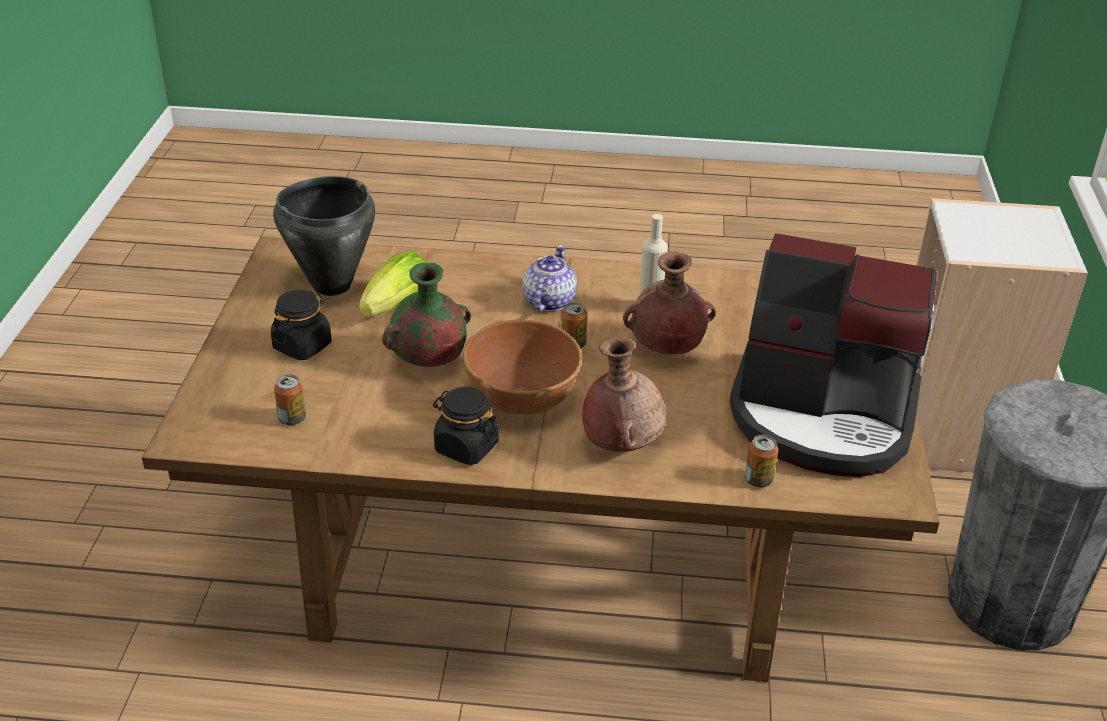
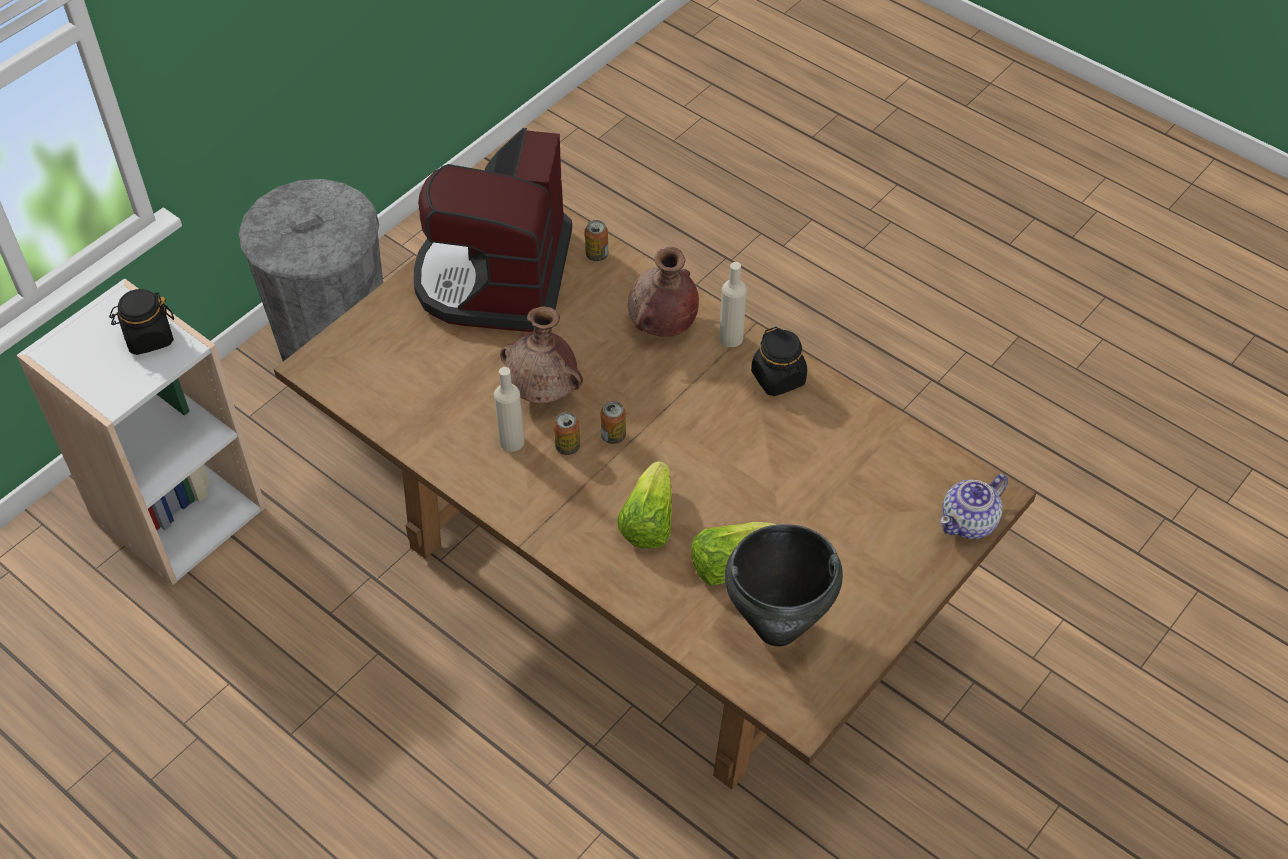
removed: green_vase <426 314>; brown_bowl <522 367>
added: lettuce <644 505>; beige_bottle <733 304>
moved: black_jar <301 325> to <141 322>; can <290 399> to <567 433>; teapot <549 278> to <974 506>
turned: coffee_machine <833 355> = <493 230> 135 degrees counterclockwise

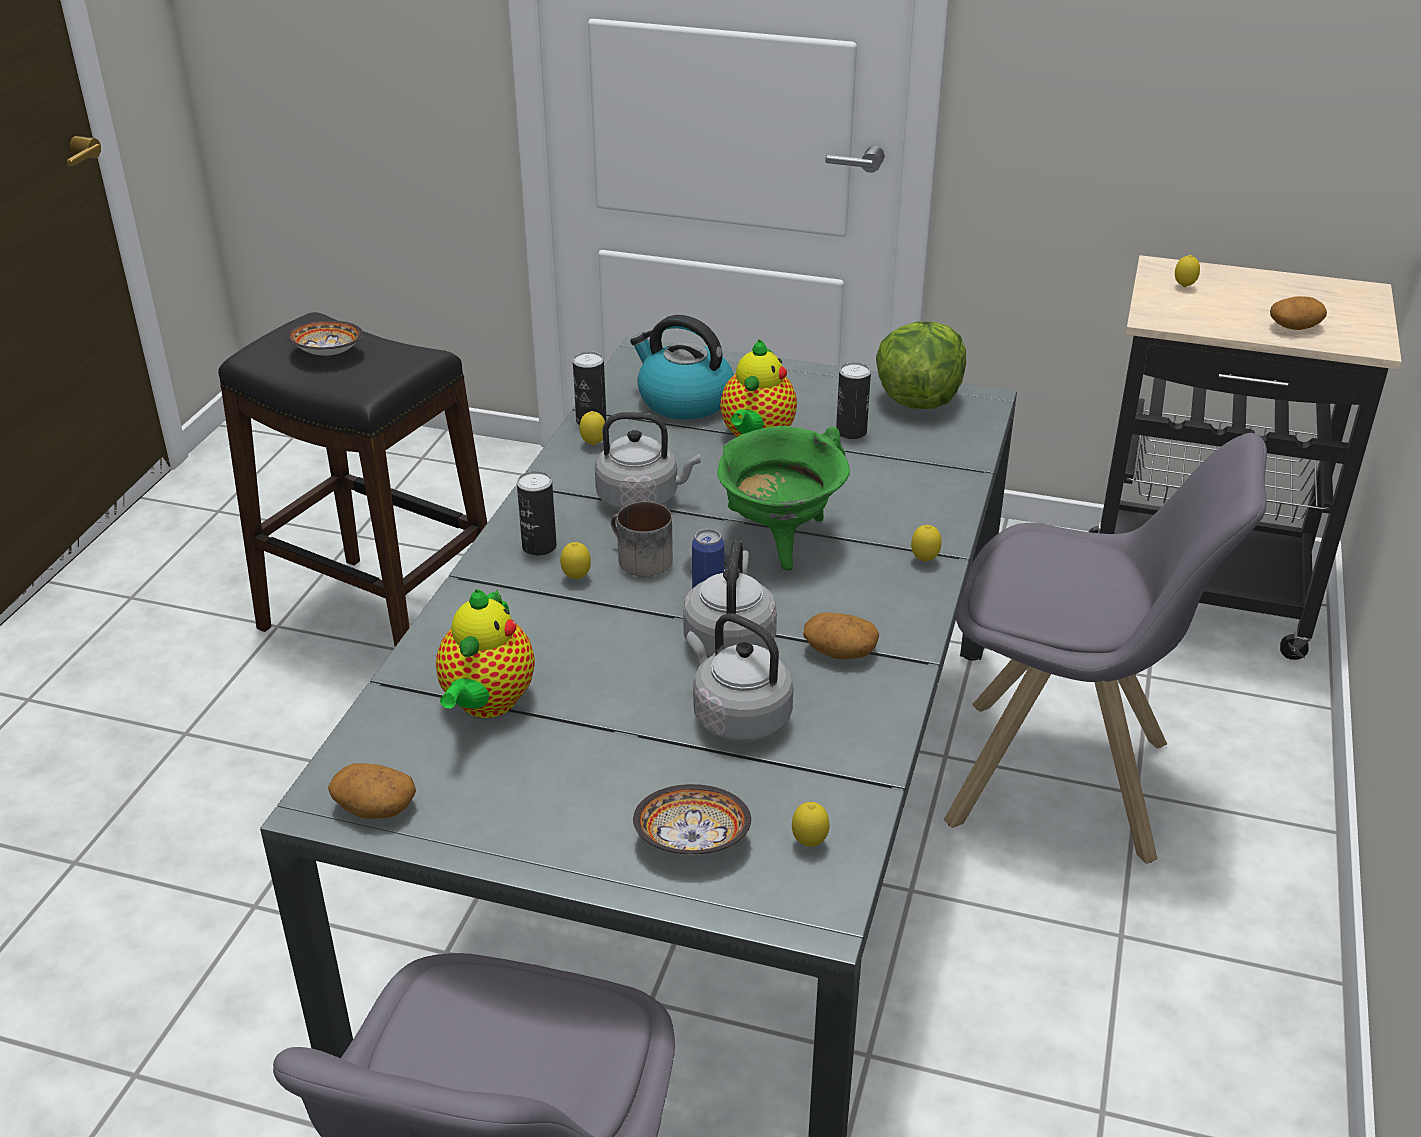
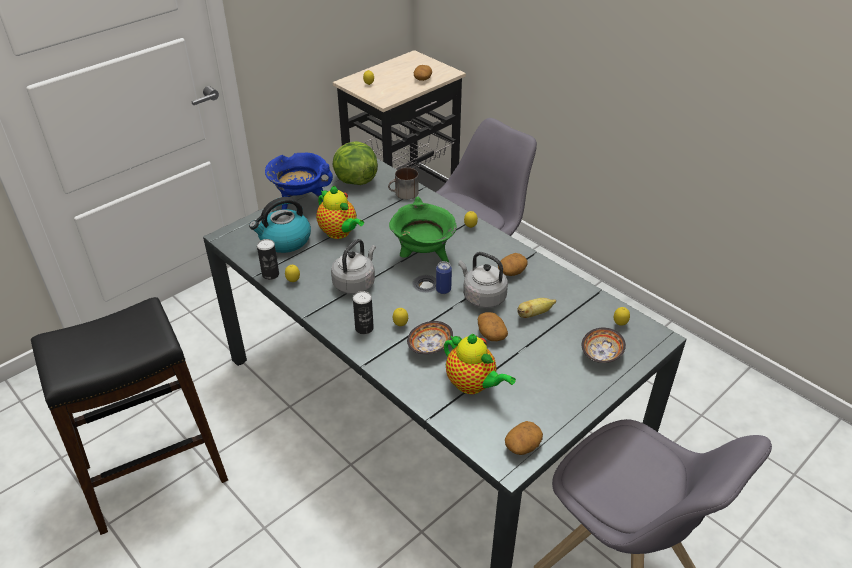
removed: can <853 400>
added: blue_cooking_pot <299 181>; potato <493 326>
moved: bowl <324 337> to <430 337>; mug <642 539> to <403 183>
replaced: grey_kettle <740 677> to banana <536 308>

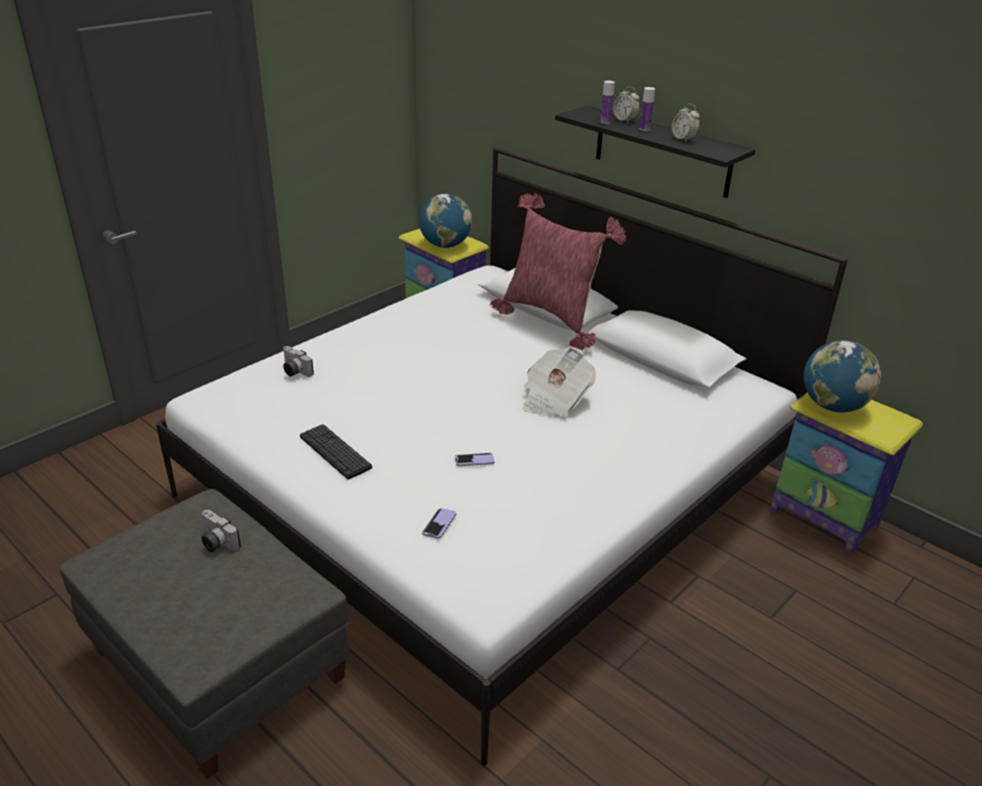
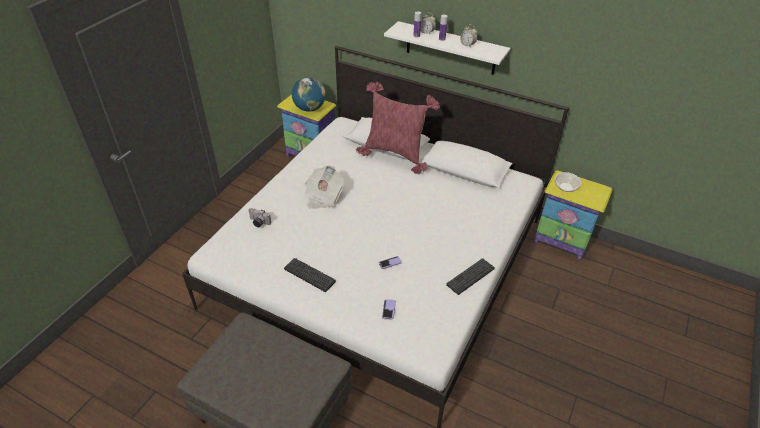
removed: photo_camera <221 531>
added: keyboard <470 276>
moved: newspaper <559 381> to <325 187>
replaced: globe <842 376> to bowl <568 182>
recoloured: black_shelf <655 152> to white_shelf <447 48>

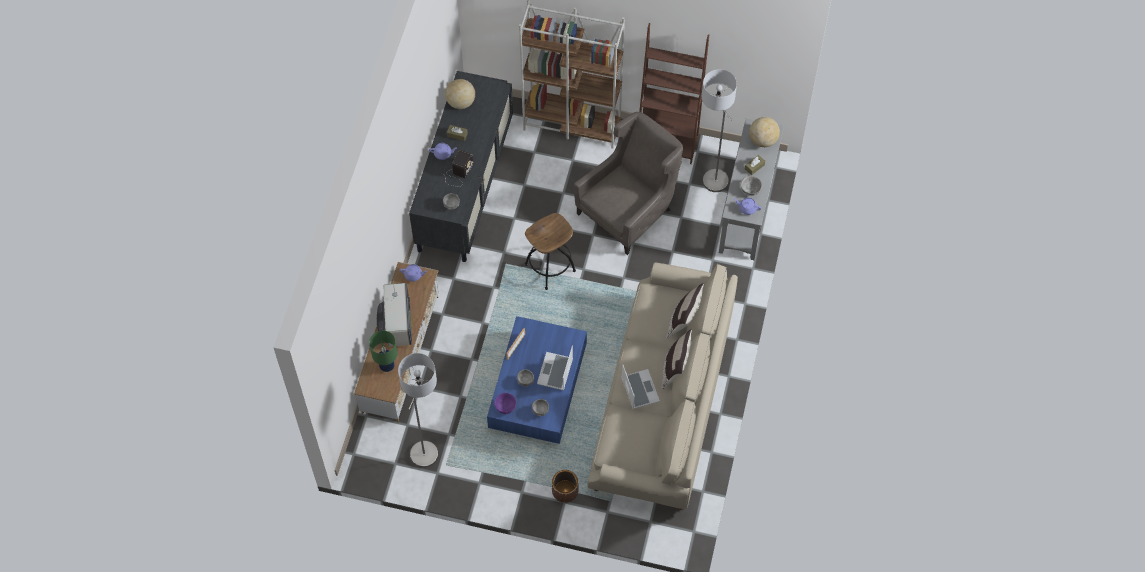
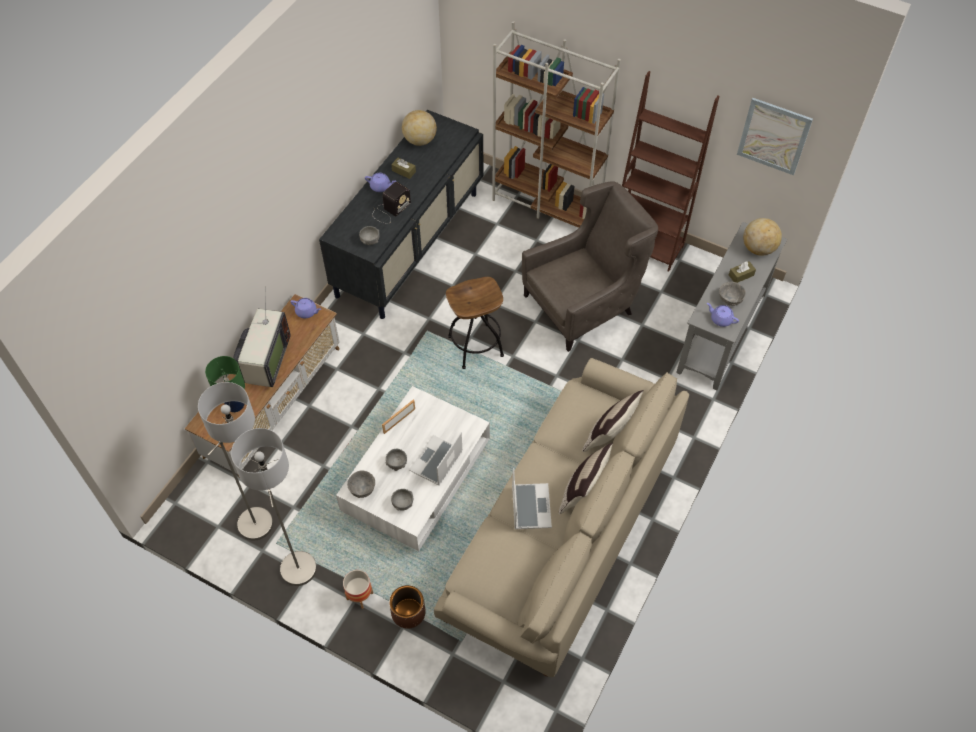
added: planter <358 589>; picture <775 136>
moved: grey_floor_lamp <719 130> to <274 507>
recoloured: blue_coffee_table <537 380> to white_coffee_table <413 468>; purple_bowl <505 403> to grey_bowl <361 484>

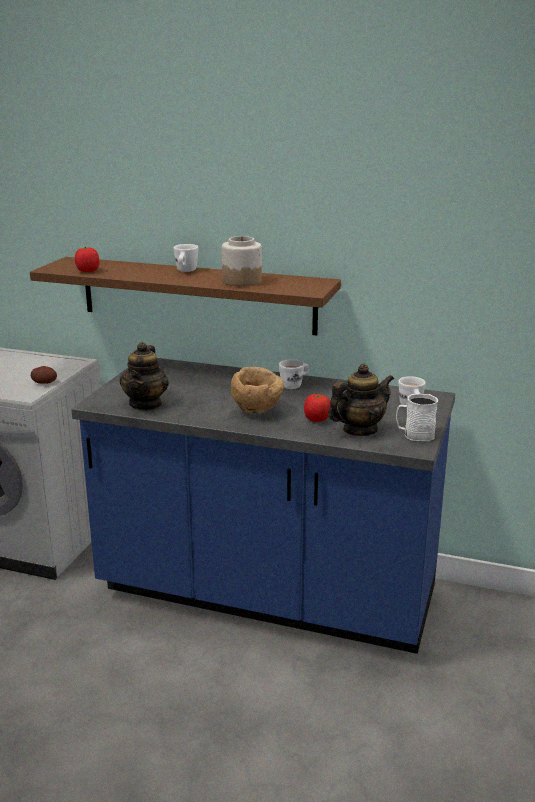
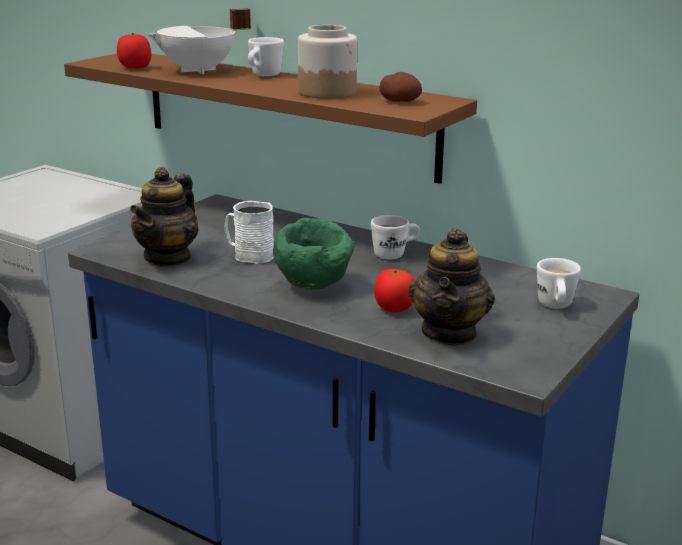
added: white_cooking_pot <199 41>
moved: potato <44 375> to <400 87>; white_mug <417 417> to <249 232>
recoloured: brown_bowl <257 390> to green_bowl <314 254>
turned: teapot <361 400> = <452 286> 120 degrees clockwise

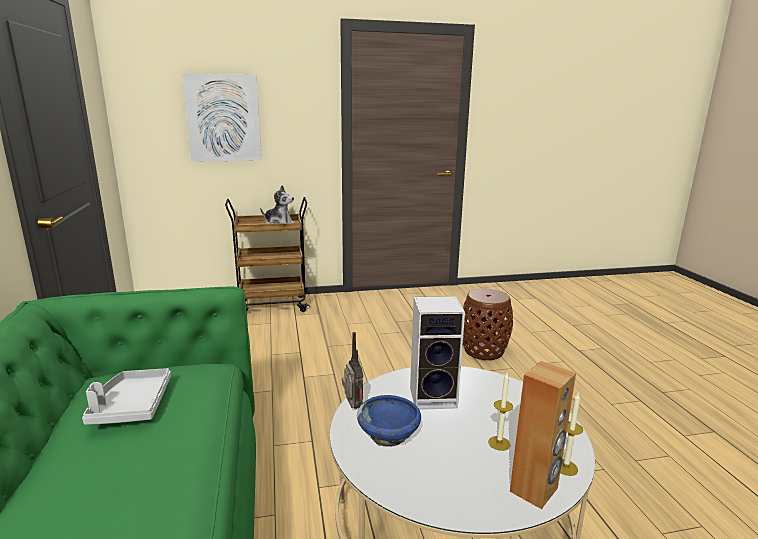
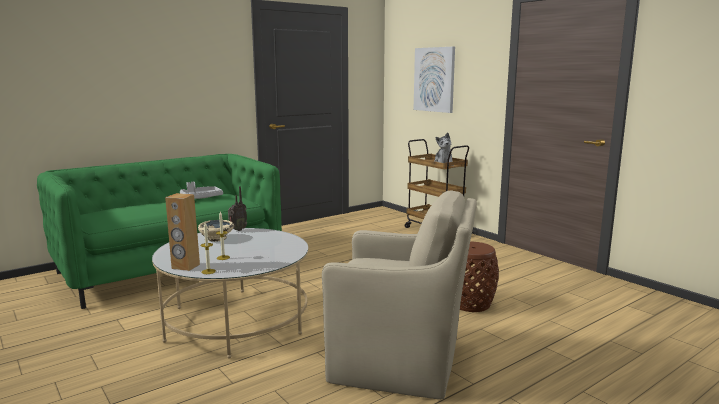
removed: speaker <437 353>
added: beige_armchair <399 295>
recoloured: blue_bowl <389 421> to beige_bowl <216 231>

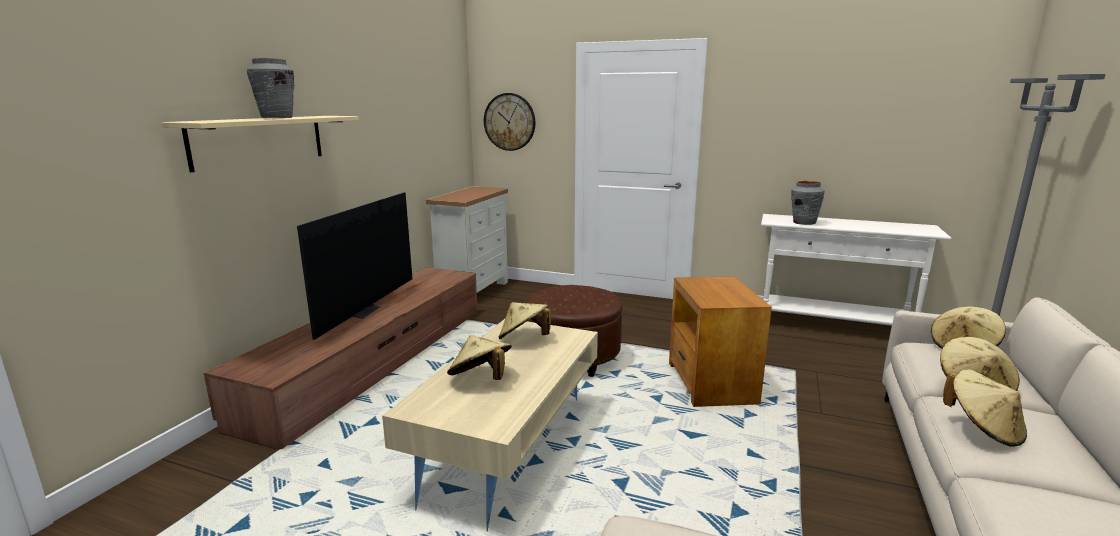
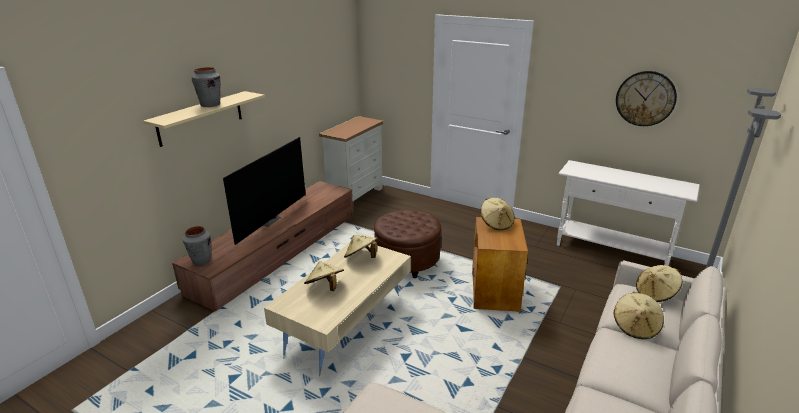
moved: wall_clock <509 122> to <646 98>; grey_vase <808 203> to <196 245>; beige_hat <985 408> to <497 214>

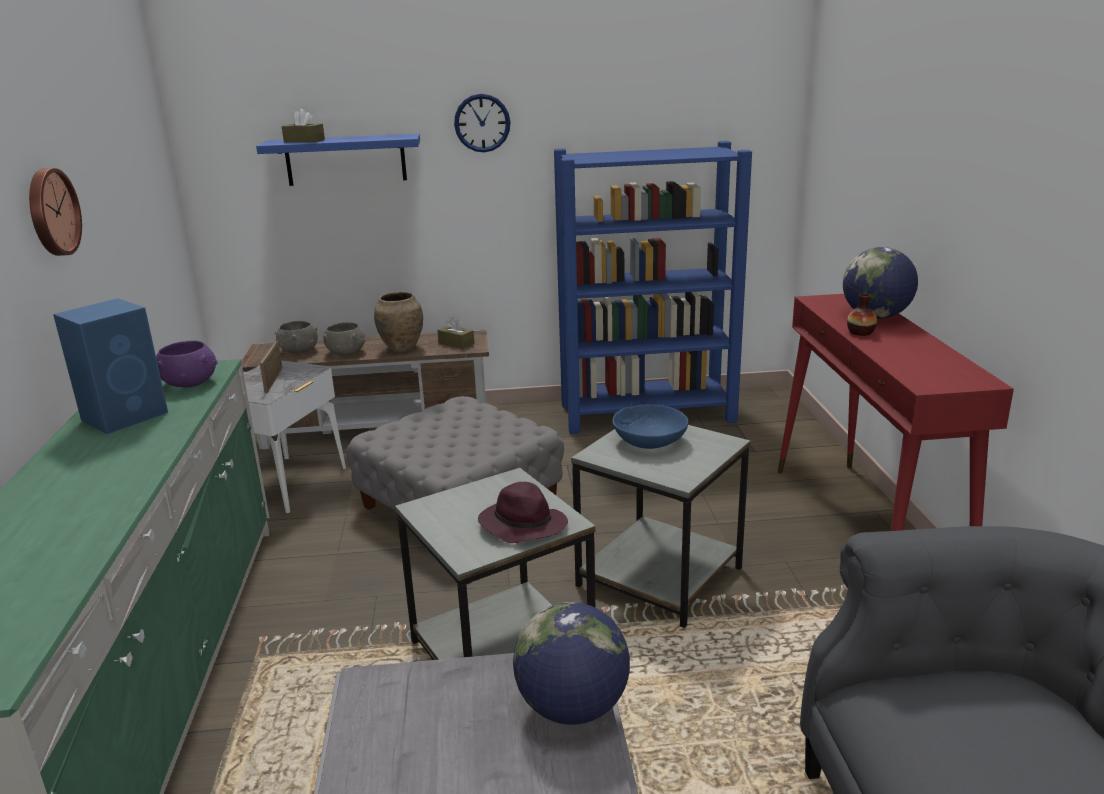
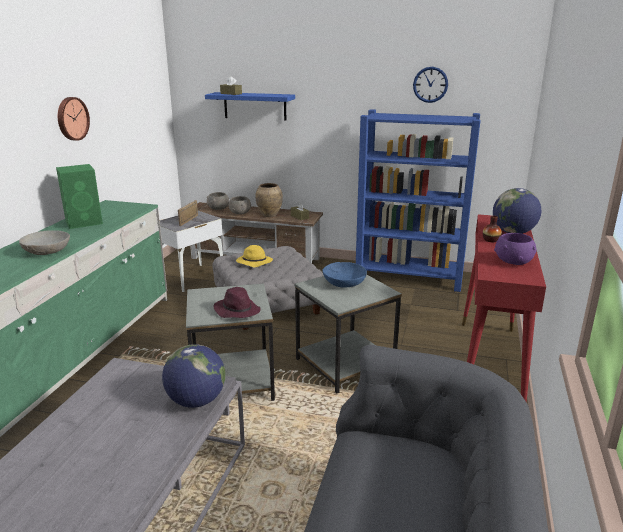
added: grey_bowl <44 242>; yellow_hat <254 256>
moved: purple_bowl <186 363> to <515 249>; wall_clock <482 123> to <430 85>
recoloured: blue_speaker <110 366> to green_speaker <79 196>

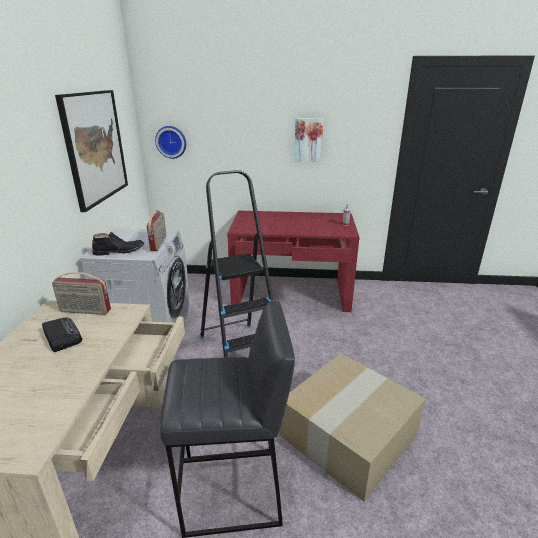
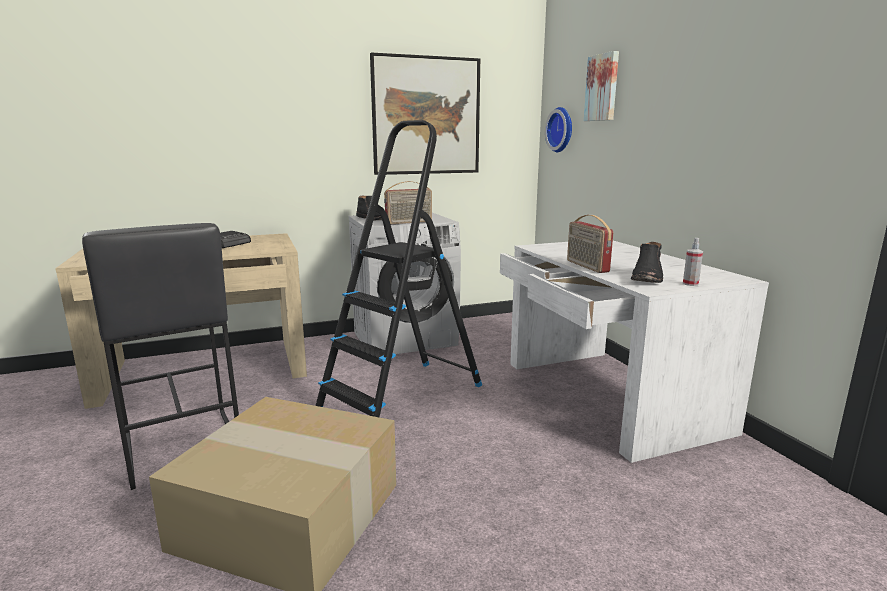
added: black_boot <647 262>
moved: radio <81 293> to <590 244>; picture <309 140> to <601 86>
recoloured: red_desk <293 261> to white_desk <634 352>

